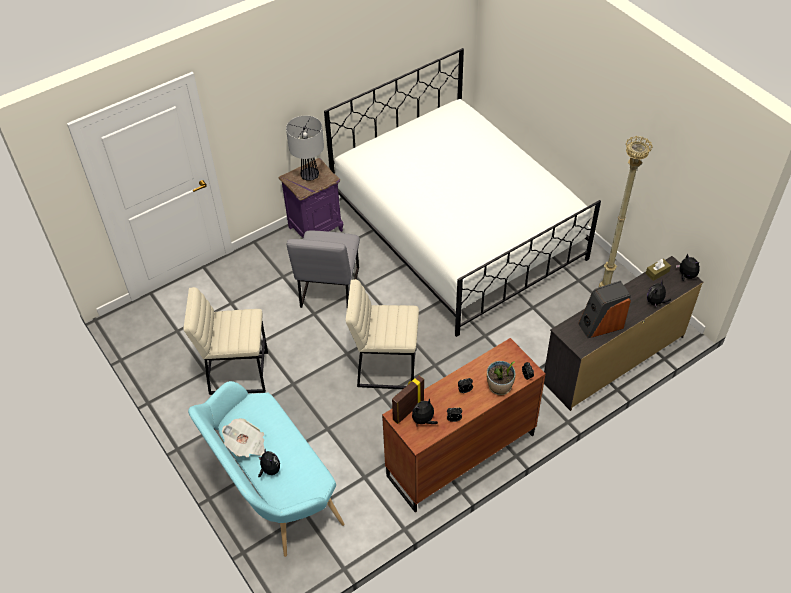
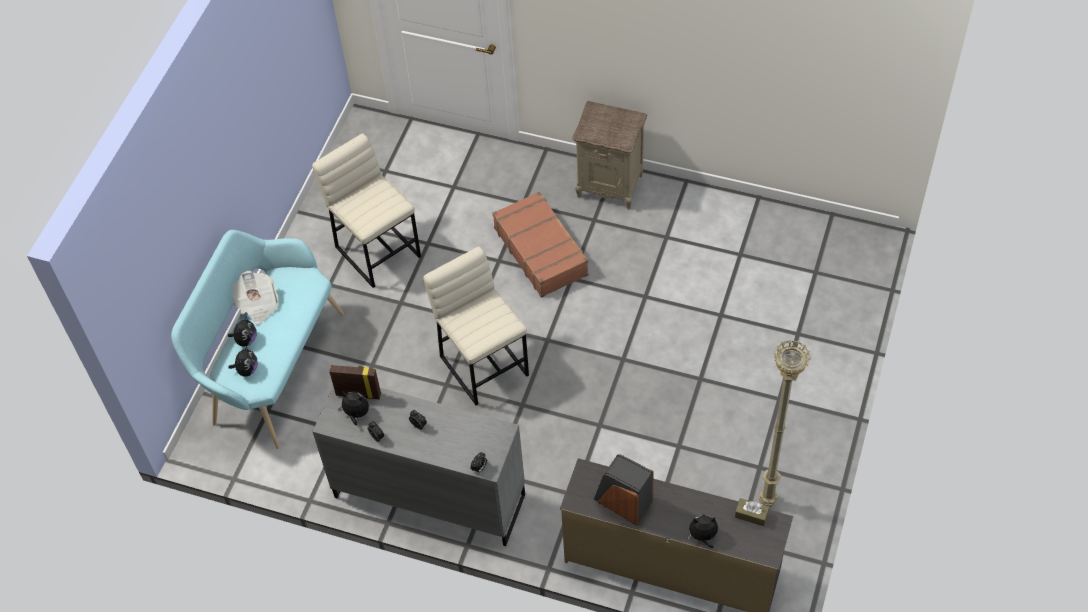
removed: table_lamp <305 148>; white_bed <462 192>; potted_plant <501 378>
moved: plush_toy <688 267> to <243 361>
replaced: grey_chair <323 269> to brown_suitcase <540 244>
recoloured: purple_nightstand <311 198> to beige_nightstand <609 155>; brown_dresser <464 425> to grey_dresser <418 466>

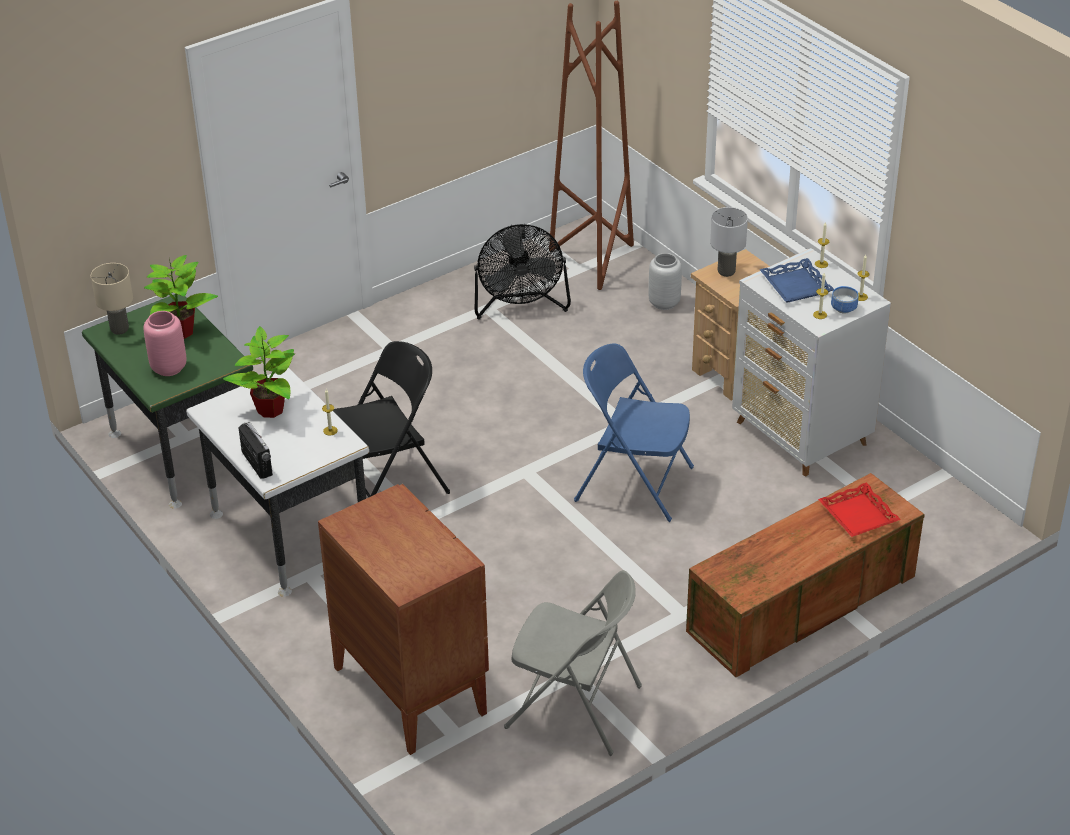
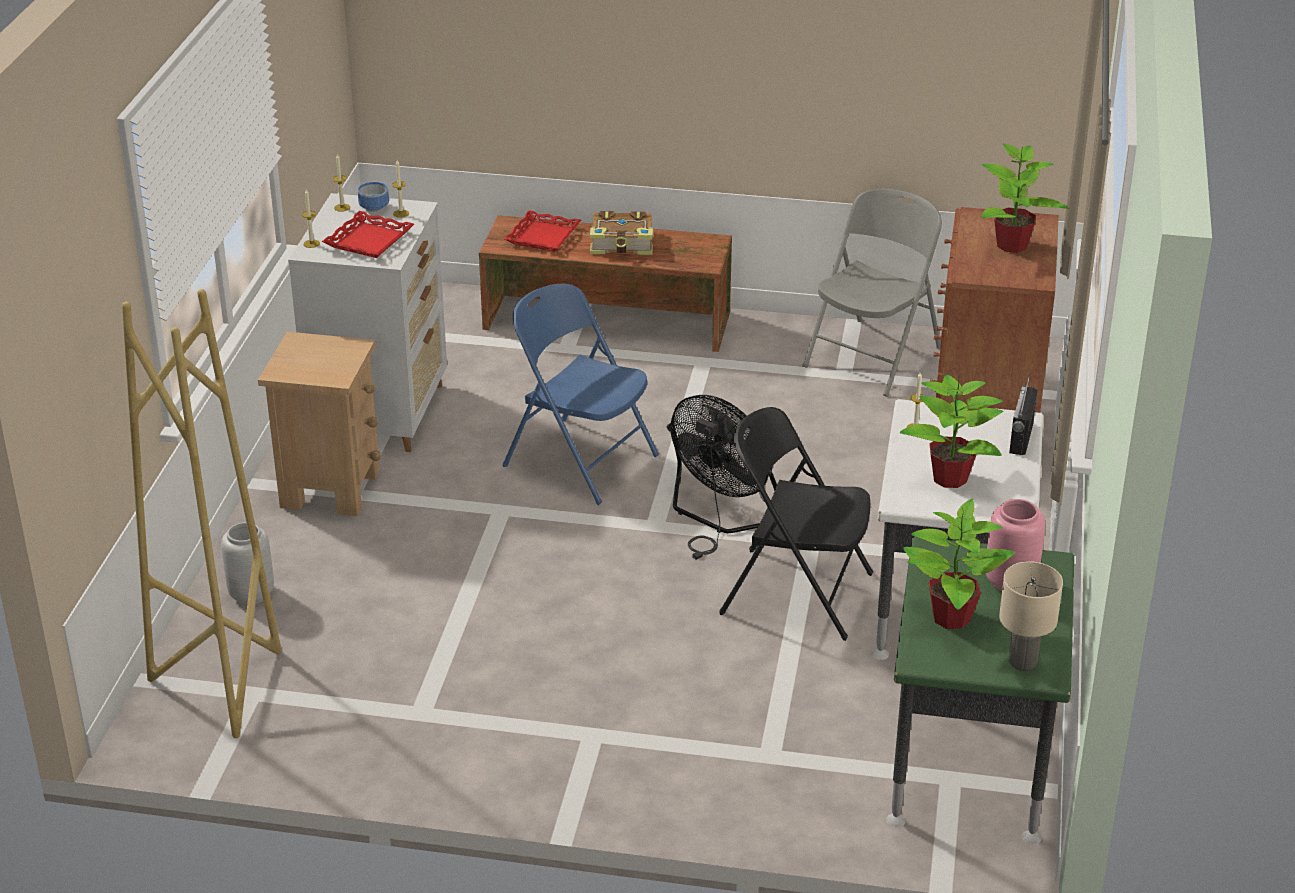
removed: white_table_lamp <729 242>
added: book <621 233>; potted_plant <1025 198>
moved: black_fan <522 272> to <722 477>
recoloured: brown_clothes_rack <591 145> to yellow_clothes_rack <202 513>; blue_tray <796 280> to red_tray <368 234>
turned: grey_chair <573 663> = <872 293> 60 degrees clockwise; blue_chair <634 432> = <581 394> 150 degrees clockwise

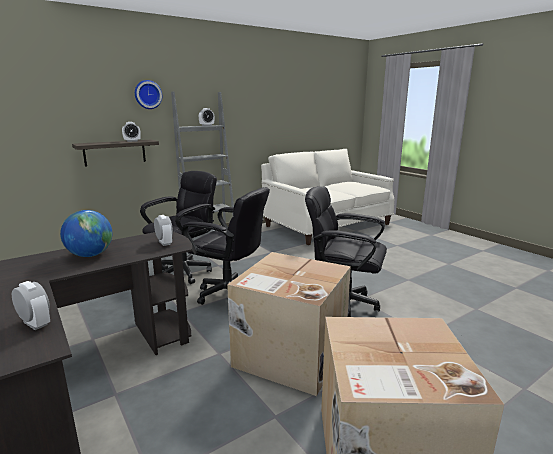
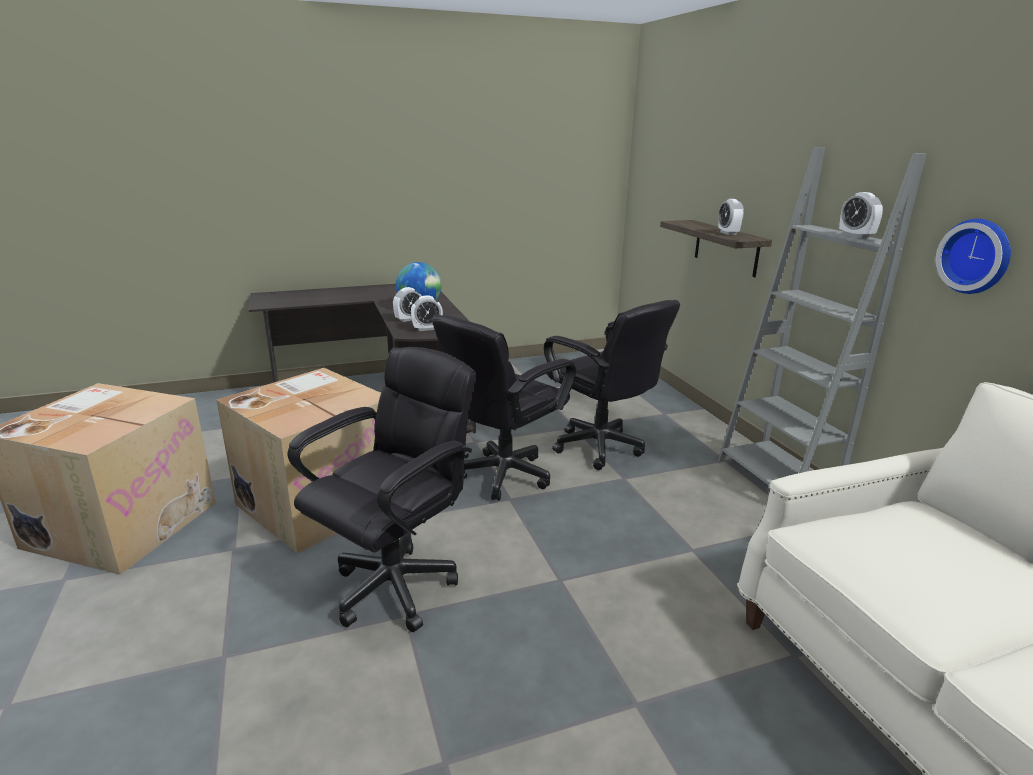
moved: alarm_clock <31 305> to <407 304>; wall_clock <148 94> to <973 256>

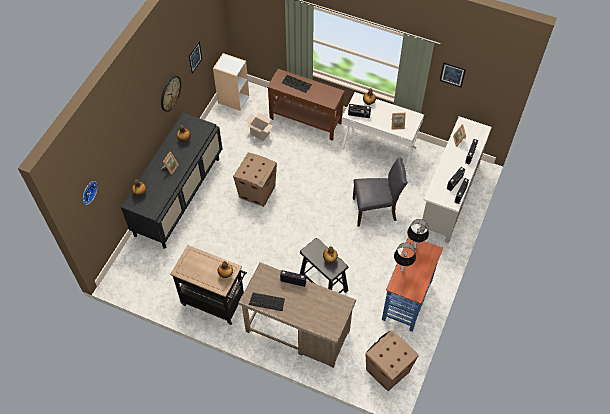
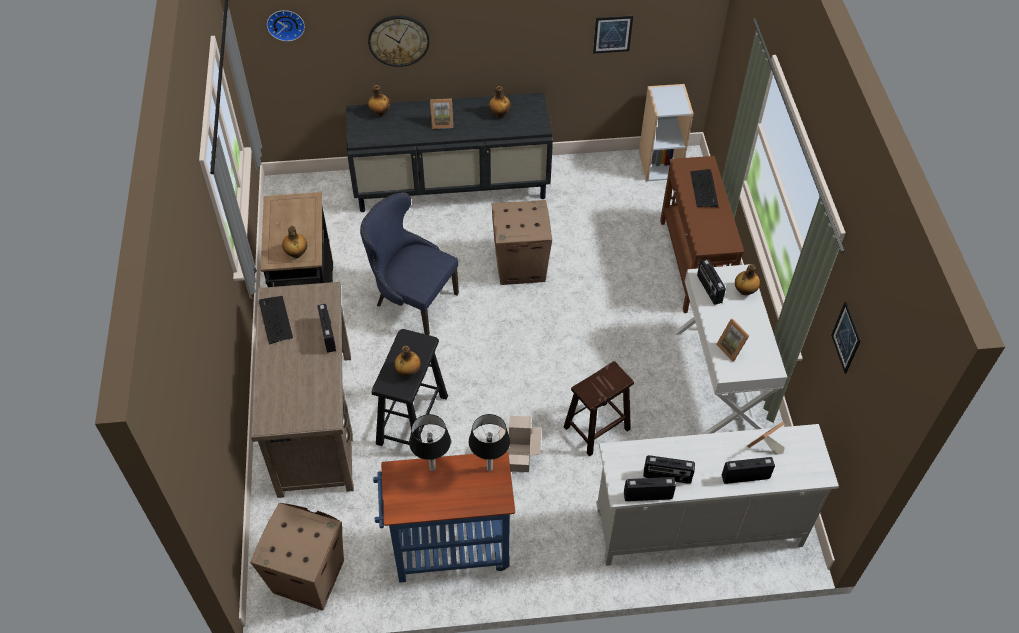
added: blue_chair <409 263>
moved: wall_clock <171 94> to <398 41>; cardboard_box <259 127> to <520 444>
replaced: grey_chair <380 192> to brown_stool <599 408>

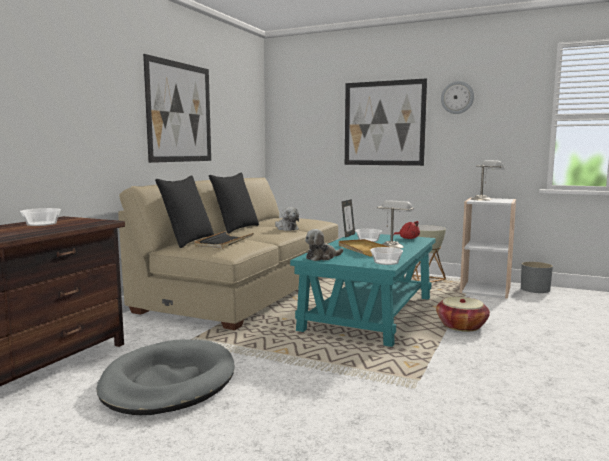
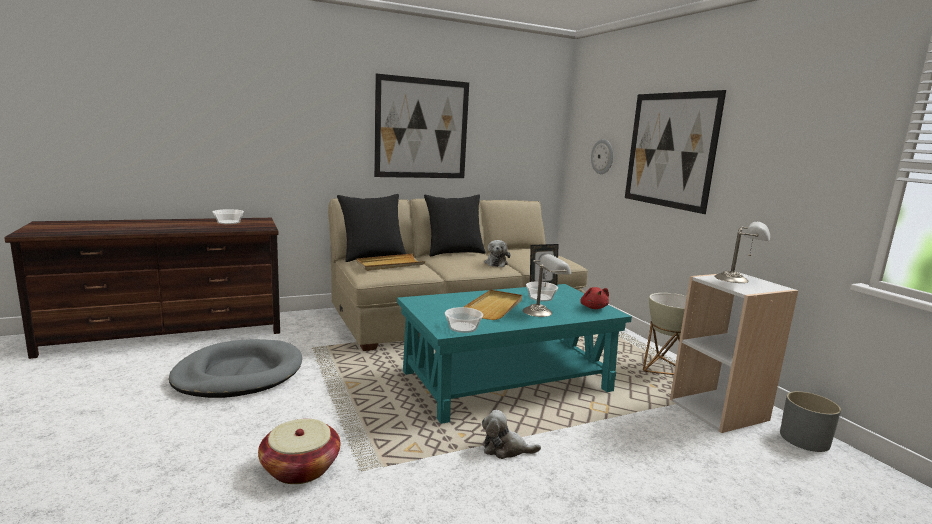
moved: plush_toy <324 245> to <511 434>; basket <463 314> to <299 451>; wall_clock <457 97> to <602 156>
recoloured: black_tray <224 240> to beige_tray <390 262>

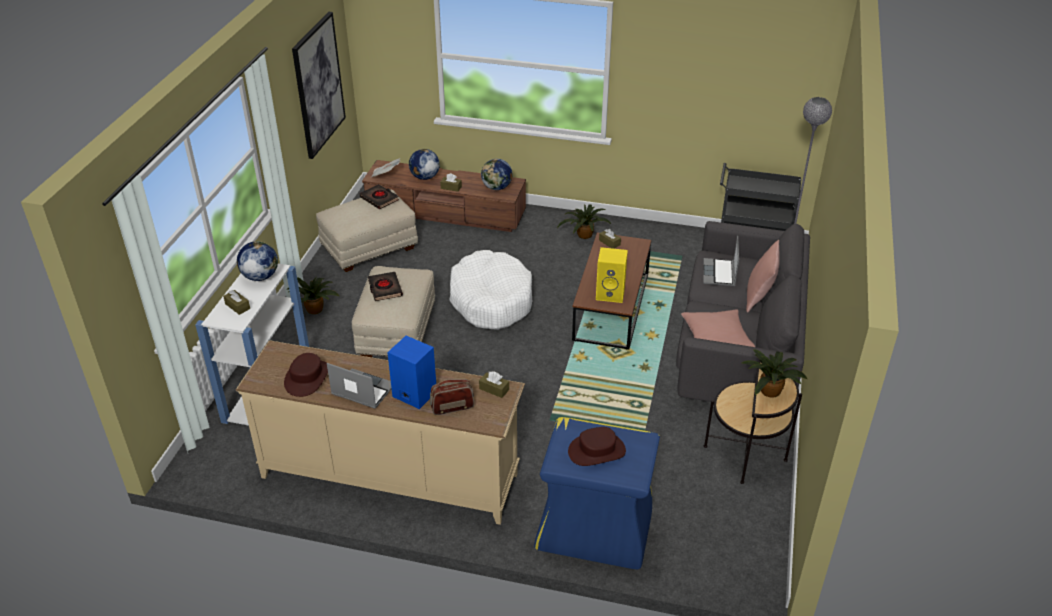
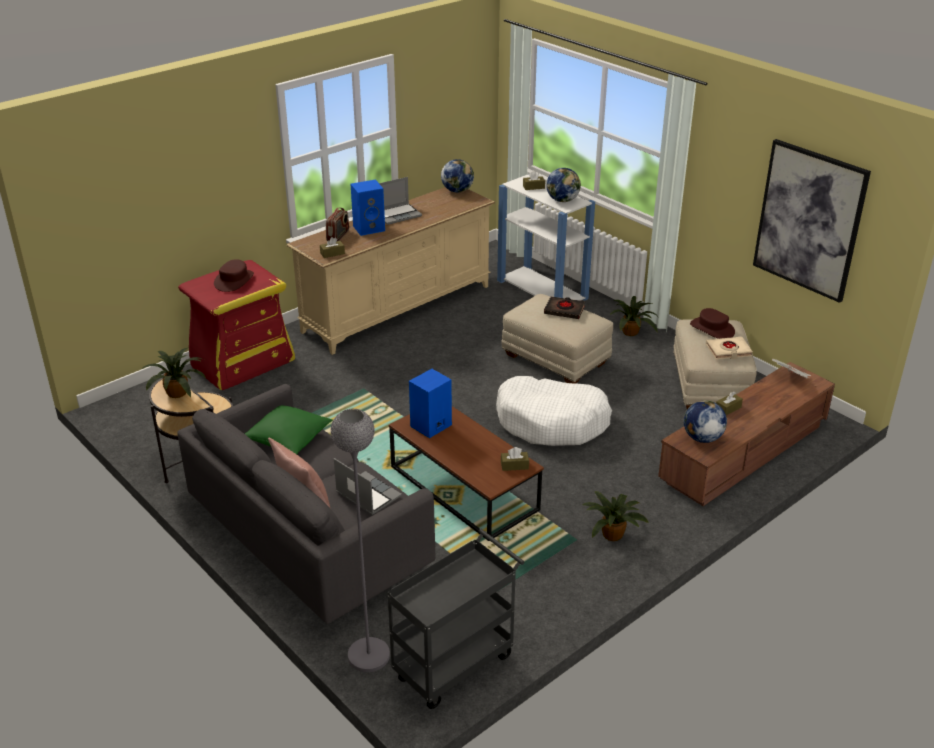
moved: brown_hat <306 375> to <712 323>; globe <424 164> to <457 176>
recoloured: black_book <379 196> to beige_book <729 348>; blue_nightstand <597 493> to red_nightstand <236 325>; yellow_speaker <612 275> to blue_speaker <430 403>; pink_pillow <718 328> to green_pillow <288 429>

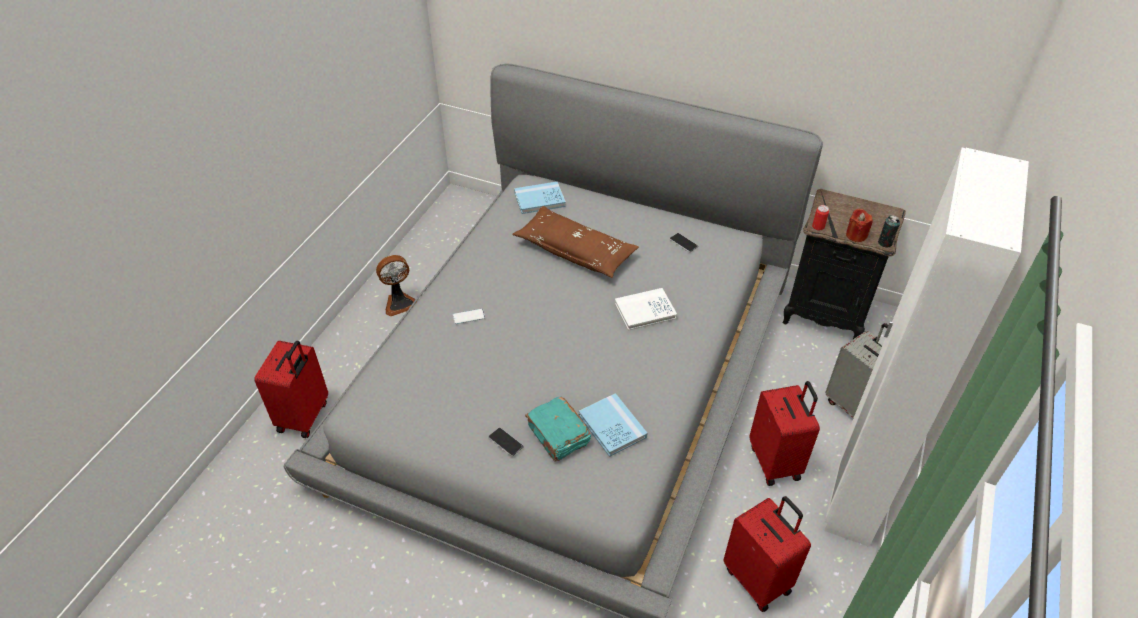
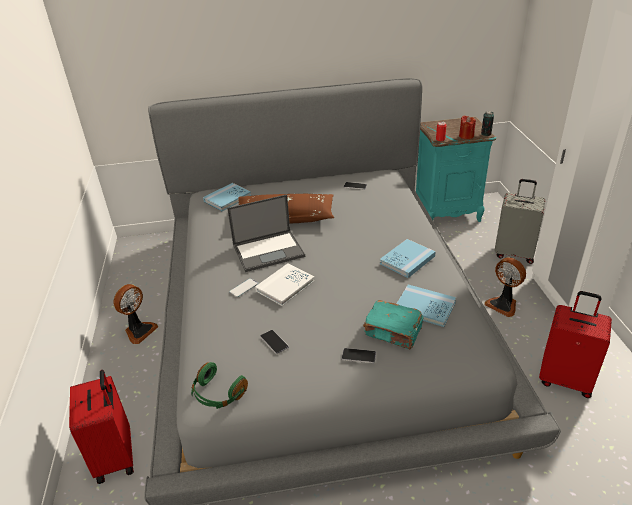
added: green_headphones <219 385>; laptop <266 233>; phone <274 342>; blue_book <408 258>
moved: white_book <646 309> to <285 285>
replaced: red_suitcase <784 433> to fan <505 287>
recoloured: black_nightstand <844 264> to turquoise_nightstand <456 169>

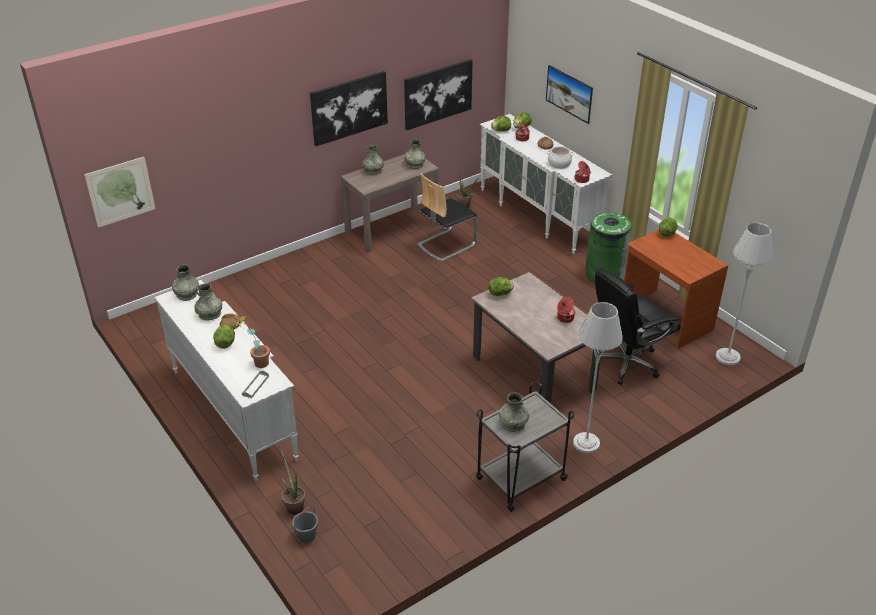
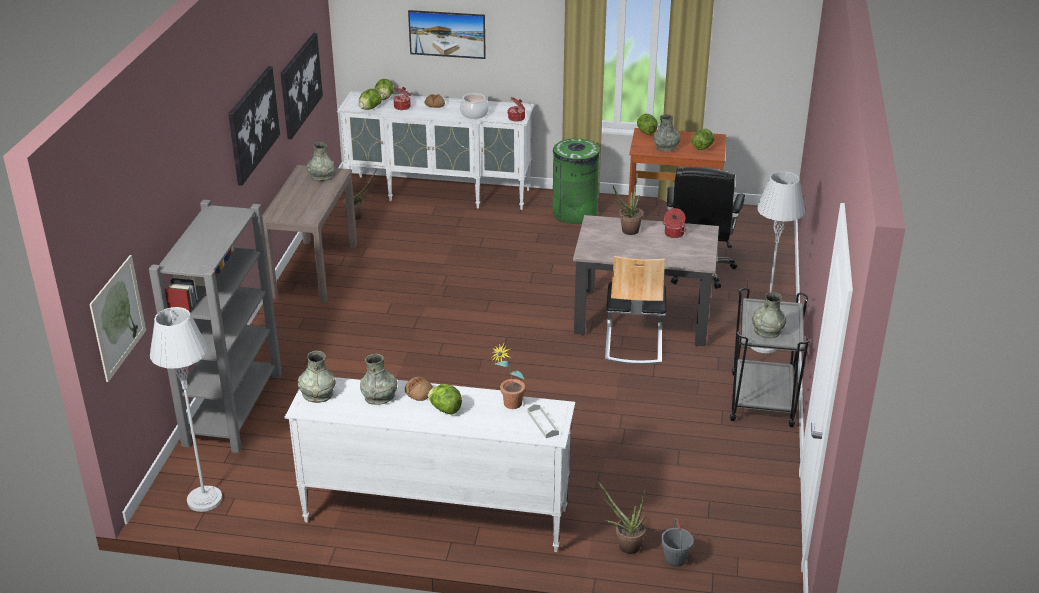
added: grey_bookcase <215 326>; potted_plant <628 204>
moved: grey_vase <373 159> to <666 132>; chair <447 217> to <635 310>; lettuce <501 286> to <703 139>; grey_floor_lamp <744 294> to <186 409>

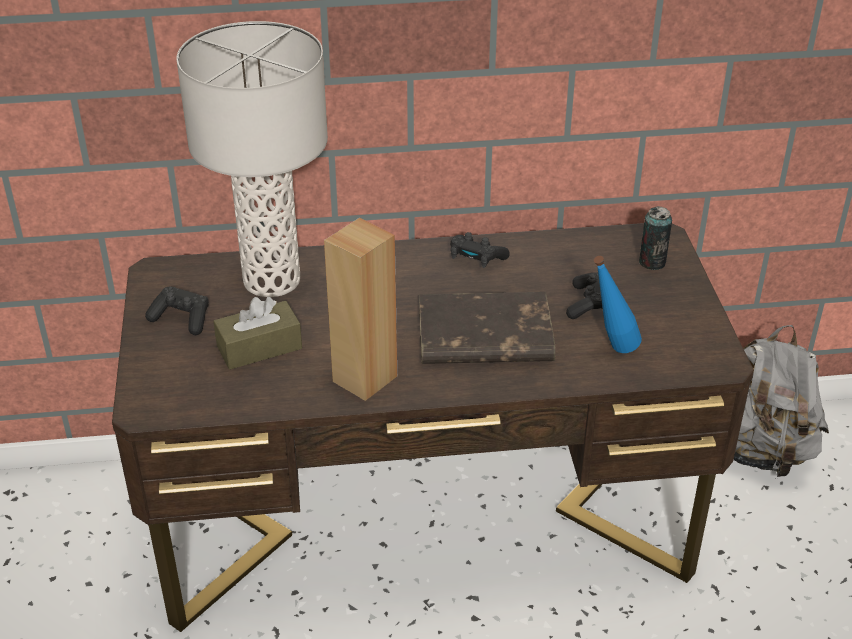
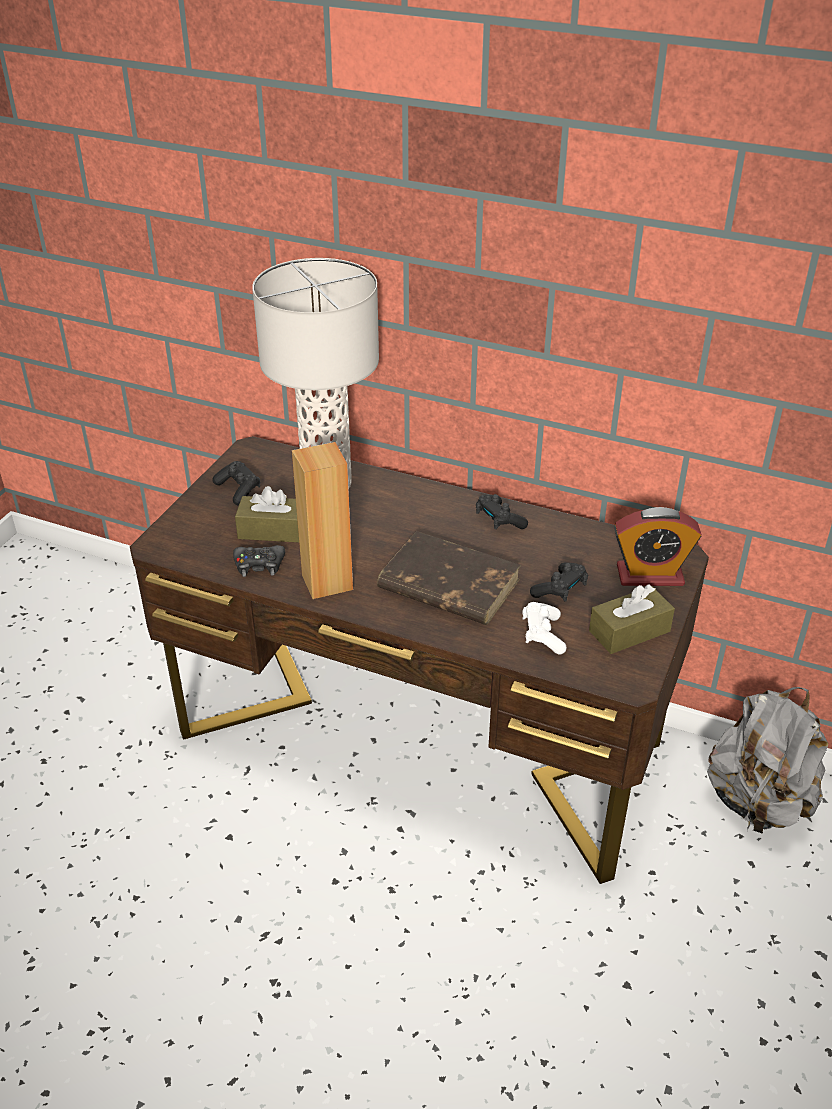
added: black_game_controller <259 561>; brown_tissue_box <632 619>
replaced: blue_bottle <618 304> to white_game_controller <544 628>; can <655 238> to alarm_clock <657 546>

